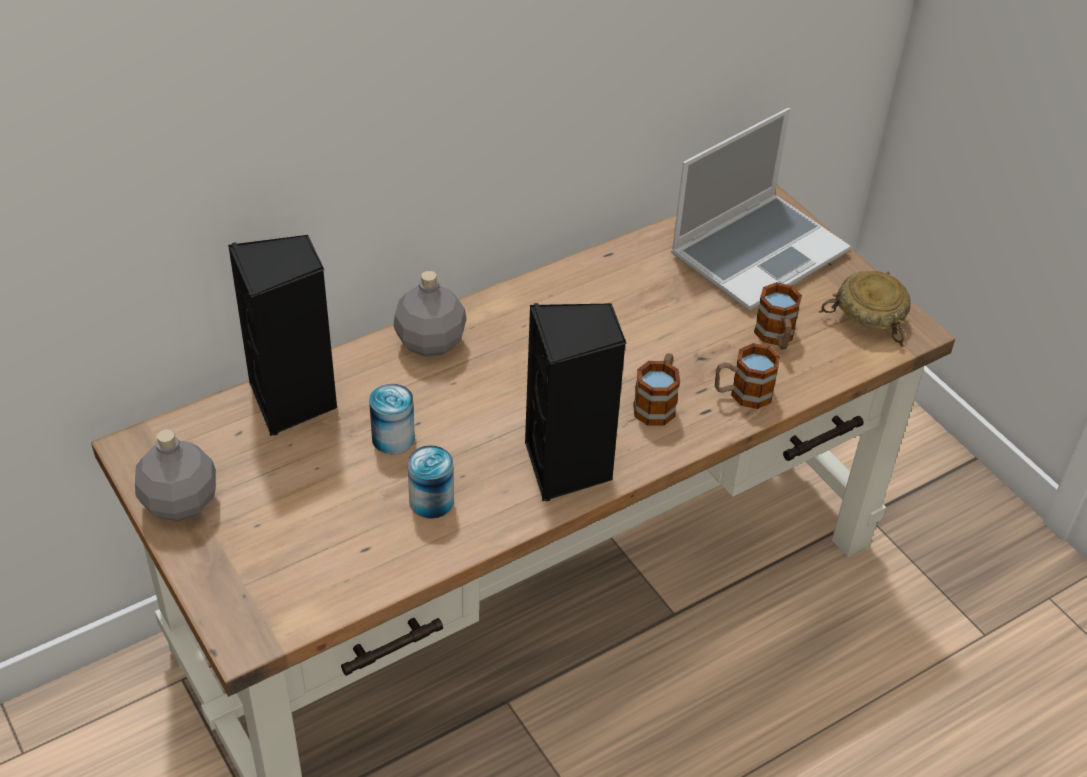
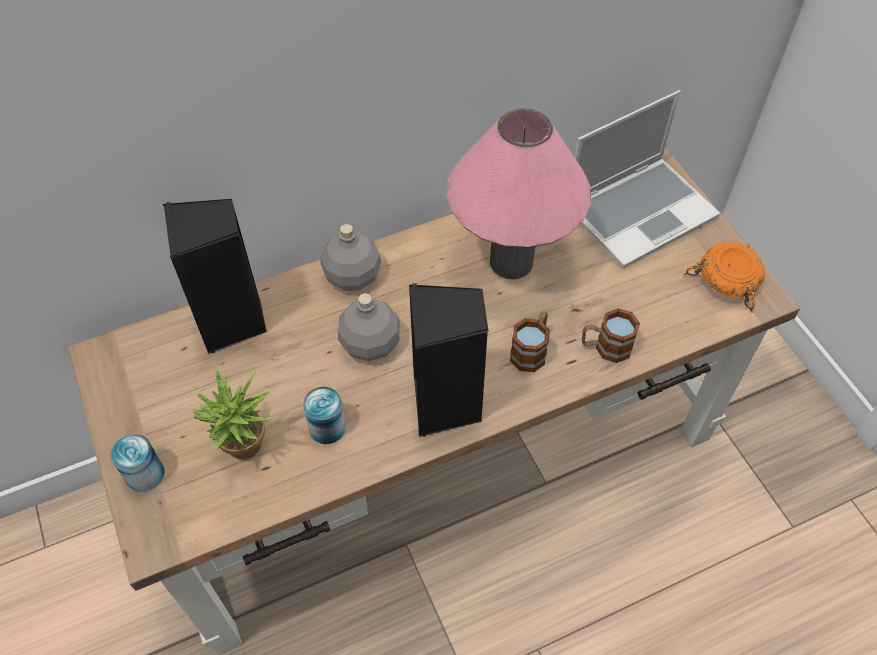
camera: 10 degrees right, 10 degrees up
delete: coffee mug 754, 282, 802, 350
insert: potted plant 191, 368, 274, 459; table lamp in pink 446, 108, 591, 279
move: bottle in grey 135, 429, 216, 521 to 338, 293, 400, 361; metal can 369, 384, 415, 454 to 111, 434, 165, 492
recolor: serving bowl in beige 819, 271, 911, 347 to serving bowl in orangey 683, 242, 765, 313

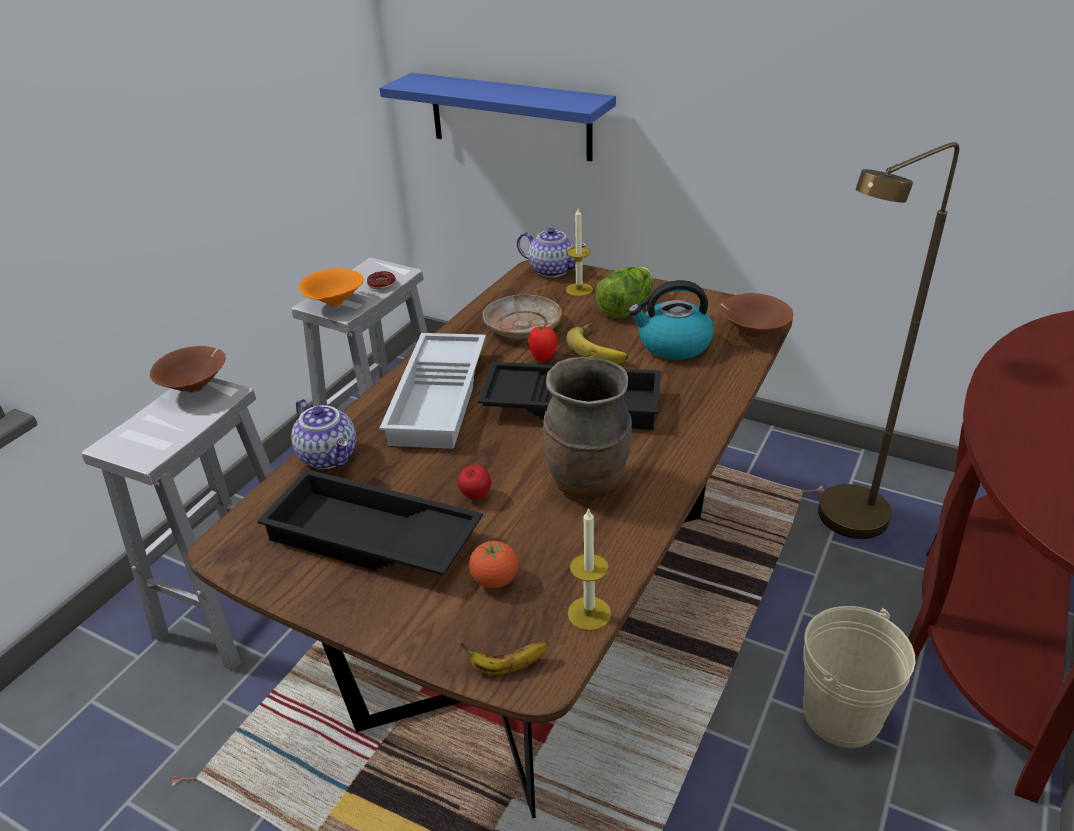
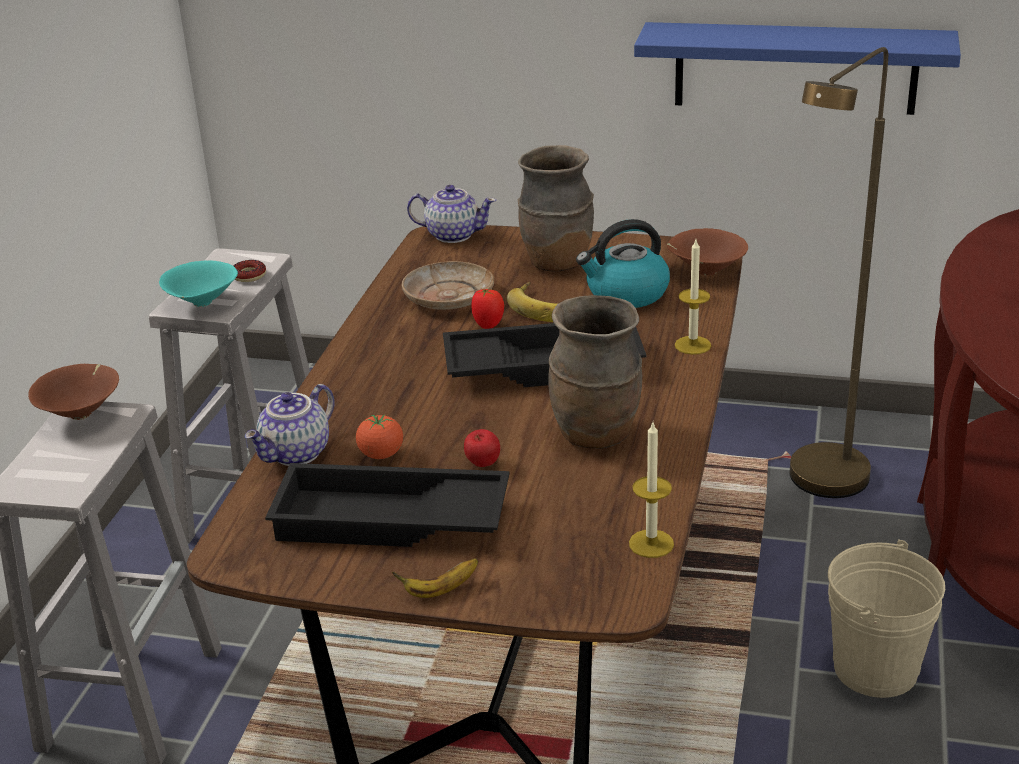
camera: 15 degrees left, 5 degrees down
delete: carrying tray in white 380, 333, 486, 449
move: shelf in bluish 379, 73, 616, 161 to 634, 22, 961, 115; banana 460, 641, 549, 675 to 392, 558, 478, 598; whole tomato 469, 540, 518, 588 to 356, 415, 403, 459; wax light 566, 208, 593, 297 to 675, 240, 711, 355
replace: lettuce 595, 267, 653, 319 to decorative vase in brown-coloured 518, 145, 594, 271
recolor: serving bowl in orangey 299, 268, 363, 307 to serving bowl in turquoise-coloured 159, 260, 238, 307
rotate: tea pot 291, 399, 356, 469 = 245, 384, 335, 466 90 degrees clockwise

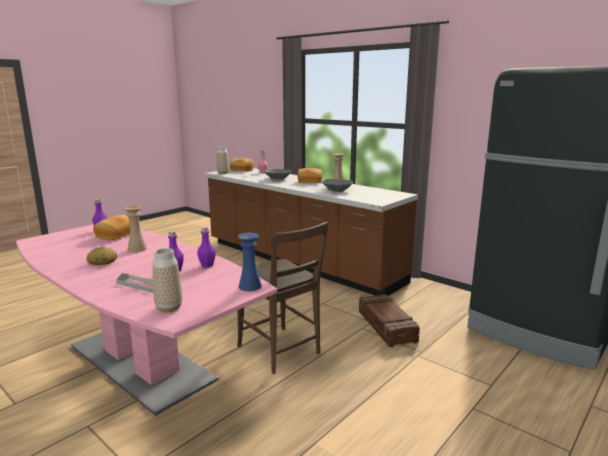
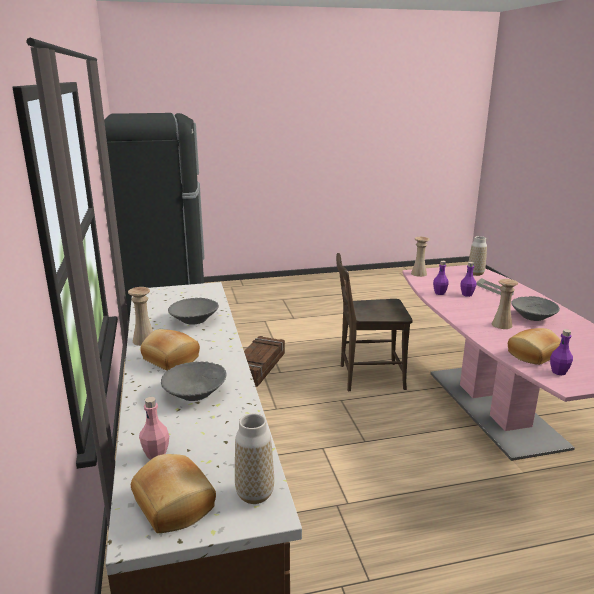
camera: 145 degrees left, 5 degrees up
replace: bread 87, 247, 117, 265 to serving bowl in grey 511, 296, 560, 321
recolor: decorative vase in bluish 237, 233, 261, 291 to decorative vase in beige 411, 237, 429, 277
rotate: chair in brown-coloured 237, 222, 328, 374 = 336, 253, 413, 391 90 degrees counterclockwise

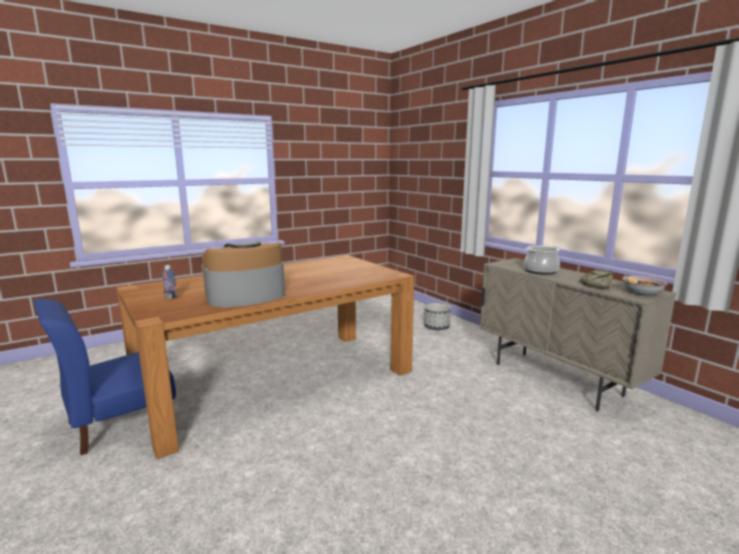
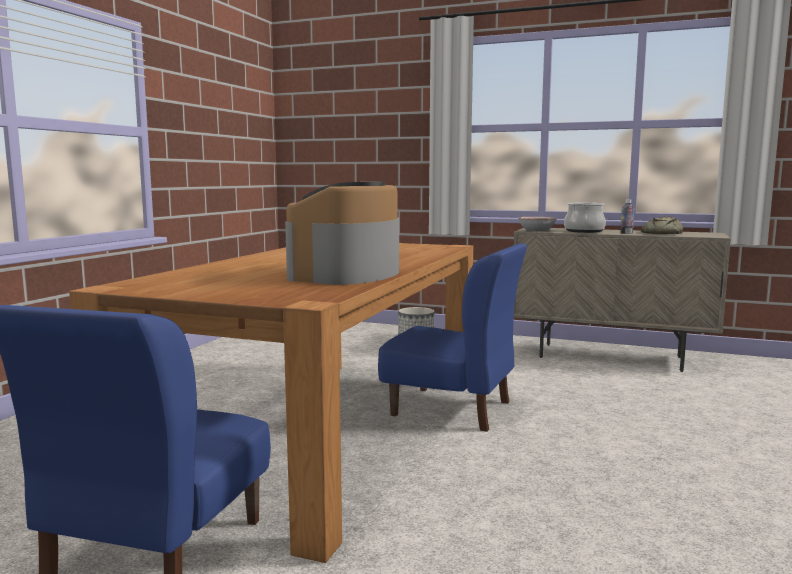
camera: 35 degrees left, 5 degrees down
insert: chair in bluish 378, 244, 527, 432
move: bottle 162, 265, 177, 299 to 620, 199, 634, 234; serving bowl 622, 276, 668, 296 to 518, 217, 557, 231

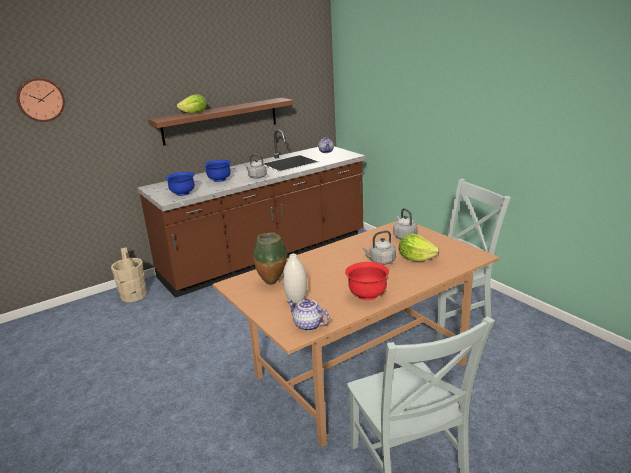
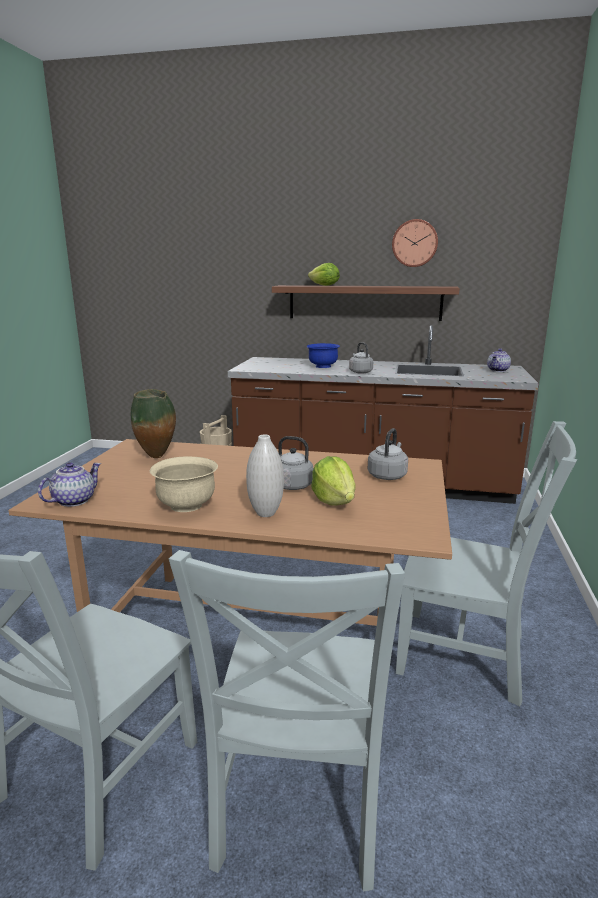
camera: 45 degrees right, 5 degrees down
delete: serving bowl in bluish 165, 172, 195, 196
insert: chair in grey 169, 550, 405, 892
move: hanging clock 17, 78, 65, 122 to 392, 219, 438, 267; decorative vase in white 283, 254, 307, 305 to 246, 434, 284, 517
recolor: serving bowl in red-coloured 345, 262, 389, 301 to serving bowl in beige 150, 456, 218, 512
rotate: tea pot 287, 299, 330, 331 = 38, 462, 101, 507 45 degrees clockwise

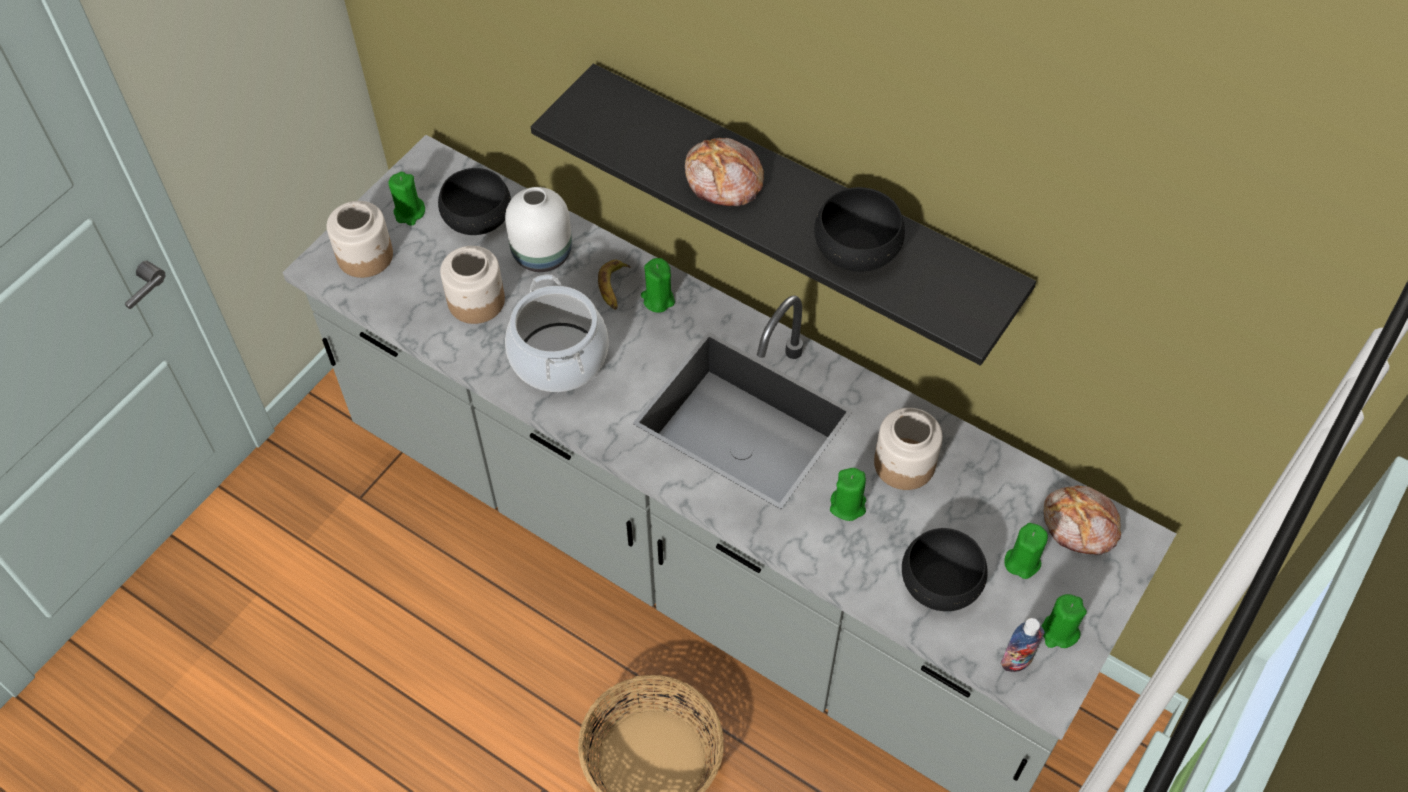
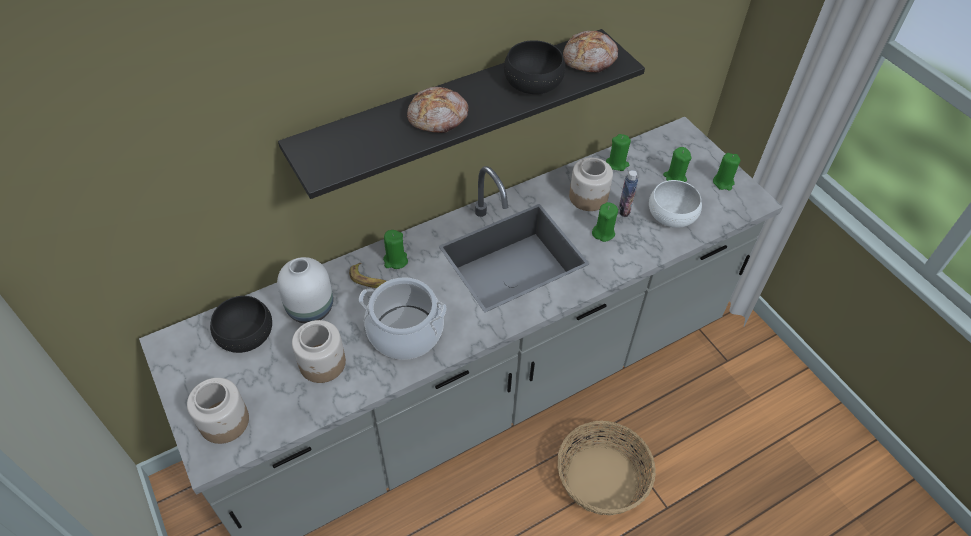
camera: 65 degrees left, 5 degrees down
move: wax light in greenish 388, 172, 425, 226 to 606, 134, 631, 171; bottle 1001, 618, 1045, 672 to 618, 170, 638, 217; bread 1044, 485, 1121, 555 to 563, 31, 618, 73
recolor: serving bowl in blackish 902, 528, 988, 611 to serving bowl in white 649, 180, 702, 228

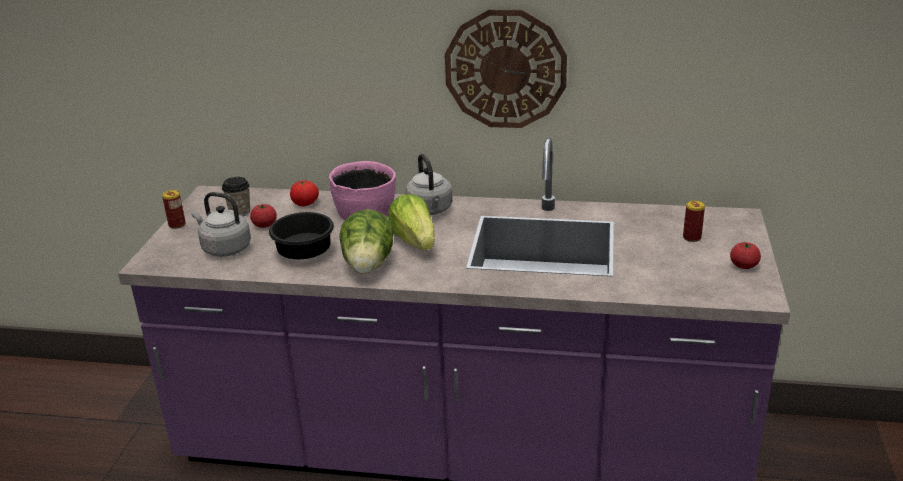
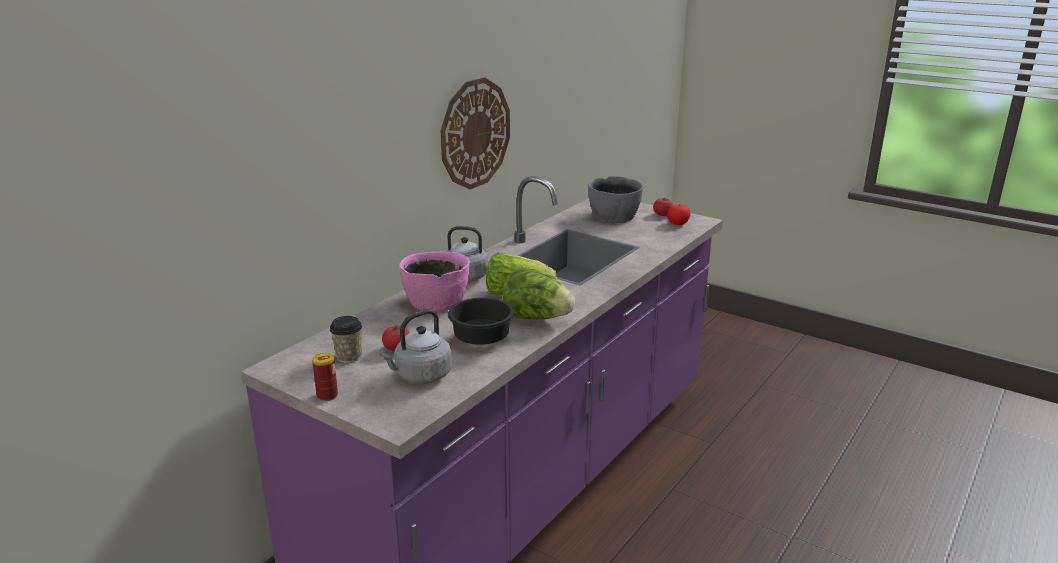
camera: 65 degrees left, 5 degrees down
move: whole tomato 290, 180, 319, 206 to 667, 204, 691, 225
replace: metal can 683, 201, 705, 242 to serving bowl in grey 588, 176, 643, 223

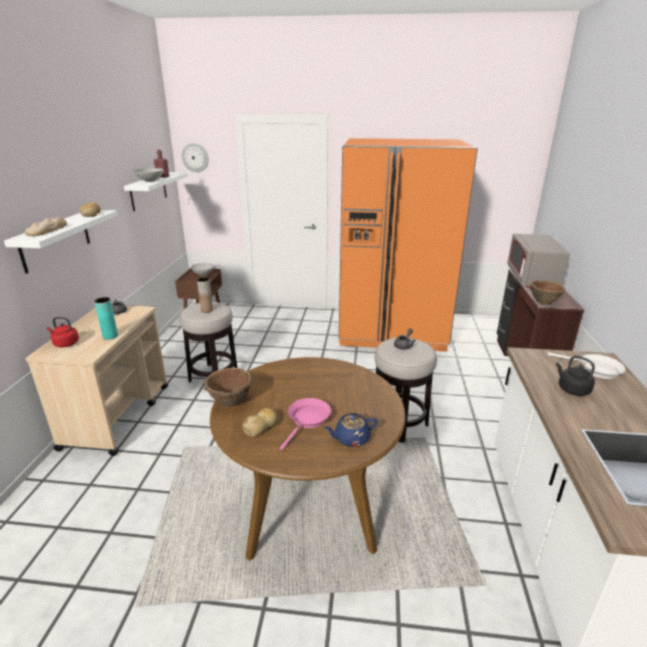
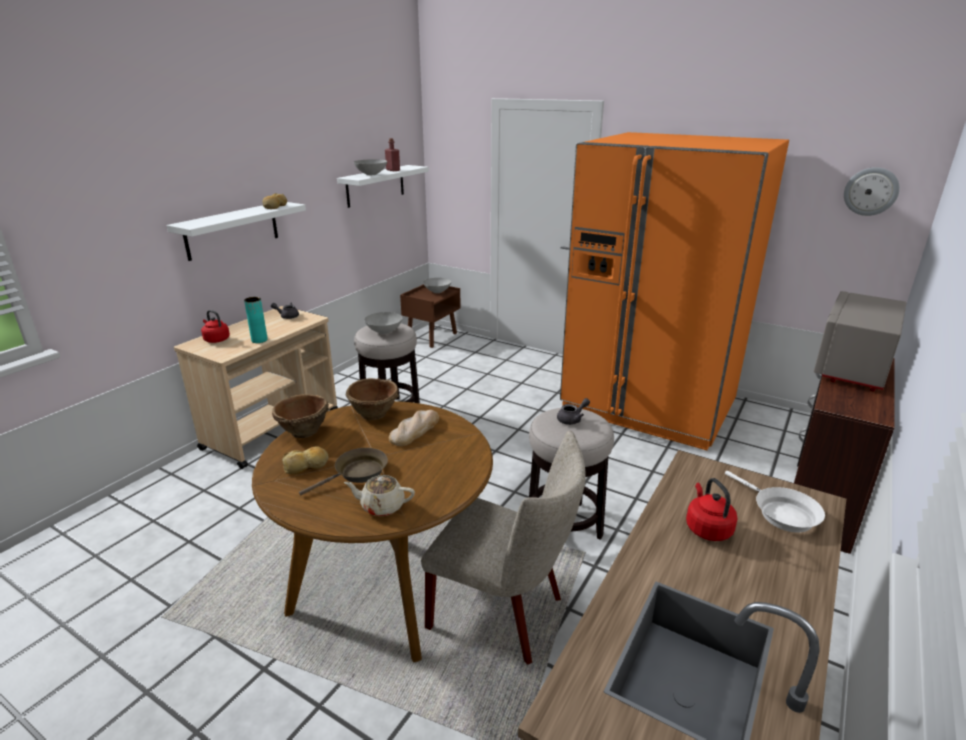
camera: 25 degrees right, 0 degrees up
insert: chair in beige 421, 430, 586, 665
move: bread 25, 217, 67, 236 to 389, 410, 439, 446; hanging clock 182, 143, 209, 172 to 844, 167, 900, 216; serving bowl in brown-coloured 530, 280, 566, 305 to 346, 378, 399, 420
replace: decorative vase in brown-coloured 197, 277, 213, 313 to serving bowl in grey 364, 312, 403, 334
recolor: pan in pink 280, 398, 331, 450 to pan in brown-coloured 299, 448, 388, 496; tea pot in bluish 324, 413, 378, 447 to tea pot in beige 344, 475, 415, 516; kettle in blackish 556, 356, 595, 396 to kettle in red-coloured 686, 478, 738, 541

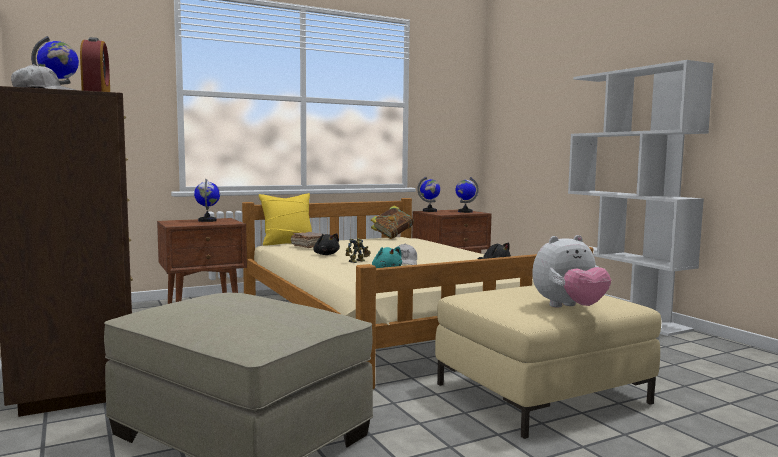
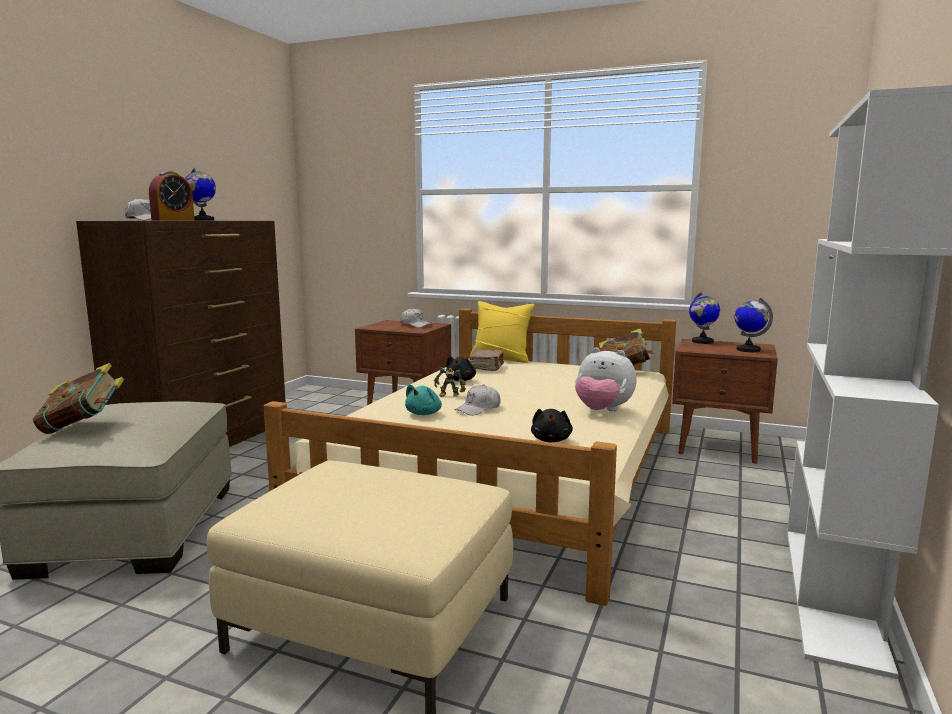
camera: 50 degrees right, 5 degrees up
insert: bound book 33, 363, 124, 434
move: soft toy 532, 235, 611, 307 to 575, 348, 637, 411
replace: world globe 194, 179, 220, 222 to peaked cap in white 400, 308, 432, 328

